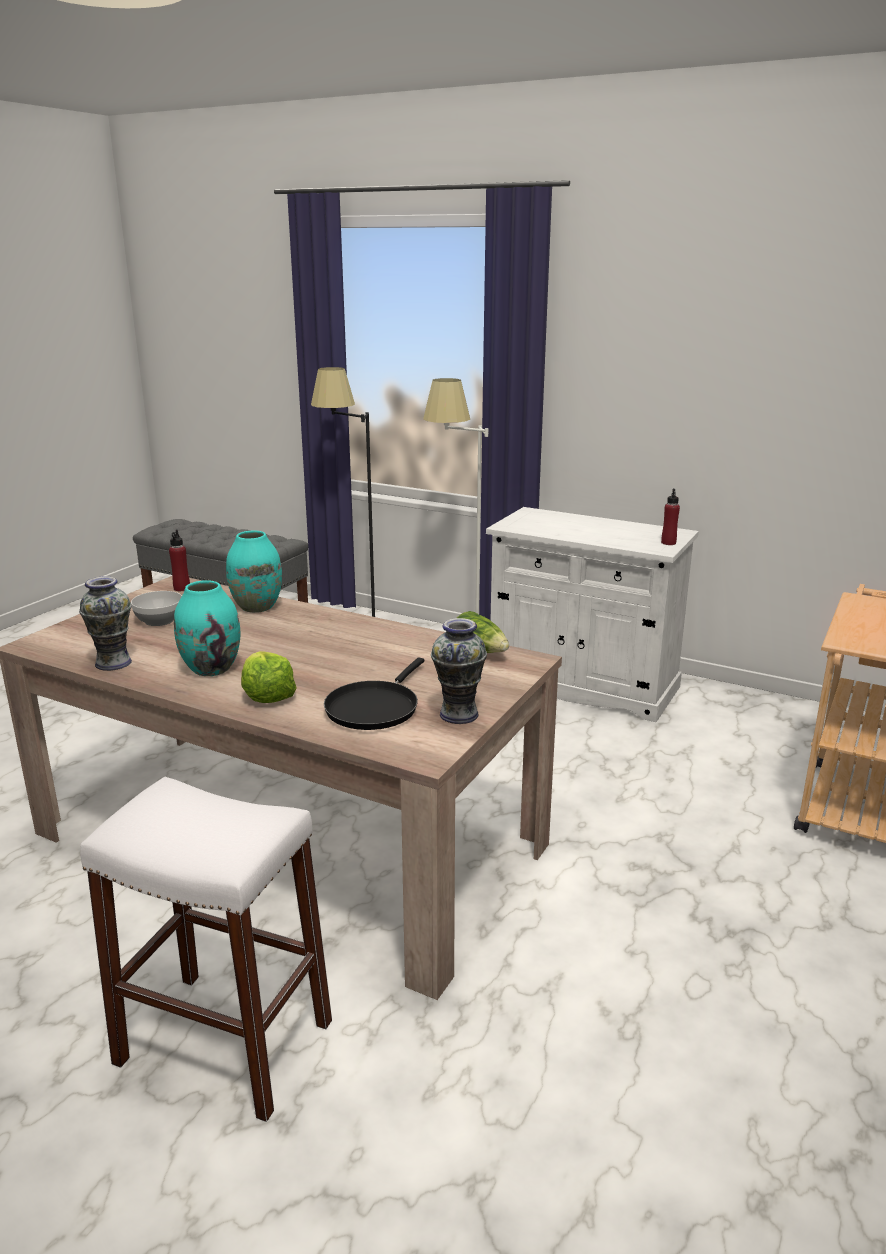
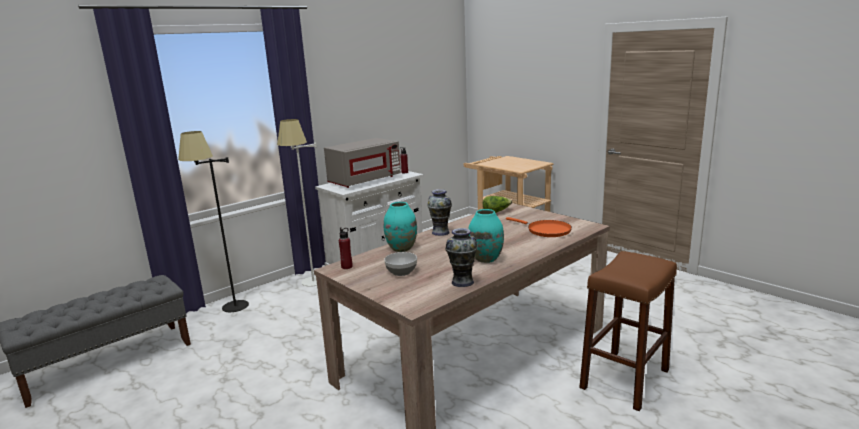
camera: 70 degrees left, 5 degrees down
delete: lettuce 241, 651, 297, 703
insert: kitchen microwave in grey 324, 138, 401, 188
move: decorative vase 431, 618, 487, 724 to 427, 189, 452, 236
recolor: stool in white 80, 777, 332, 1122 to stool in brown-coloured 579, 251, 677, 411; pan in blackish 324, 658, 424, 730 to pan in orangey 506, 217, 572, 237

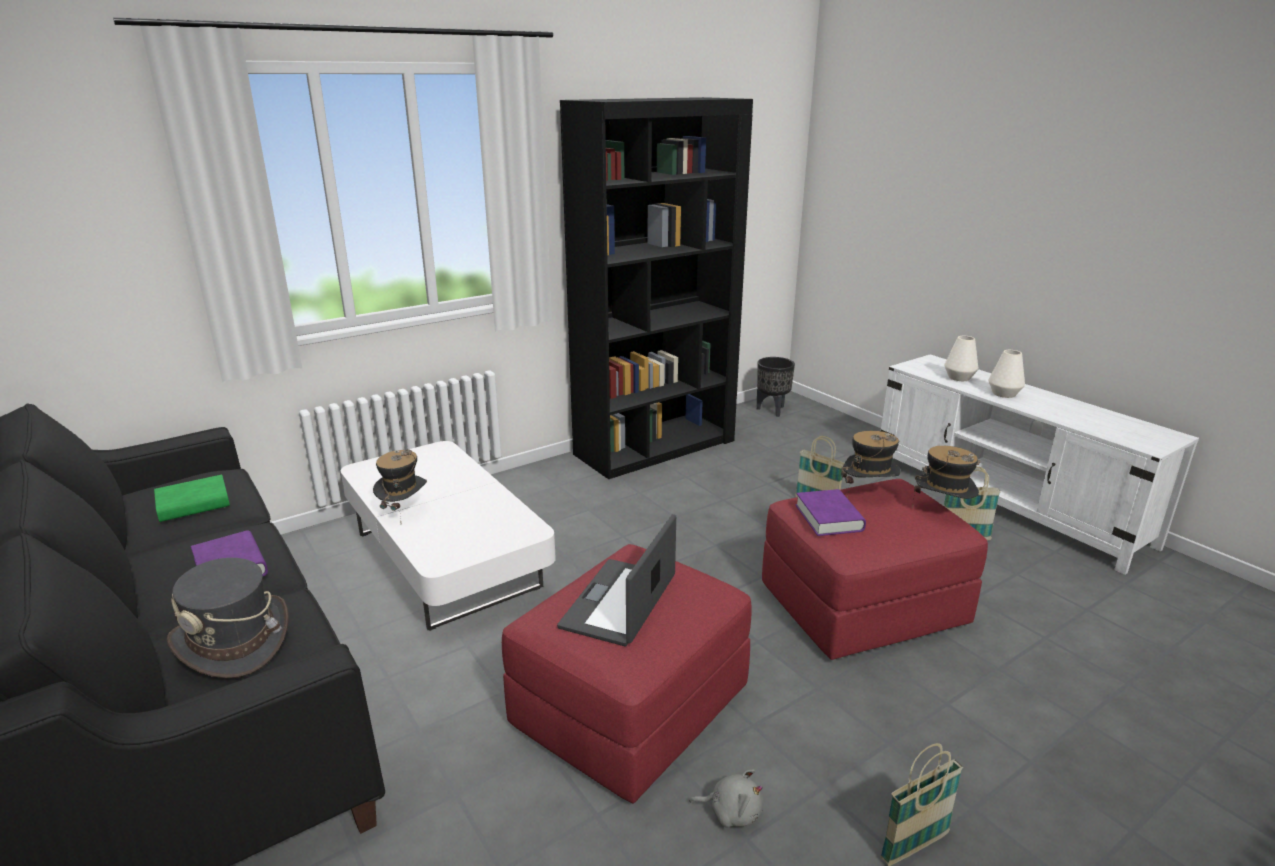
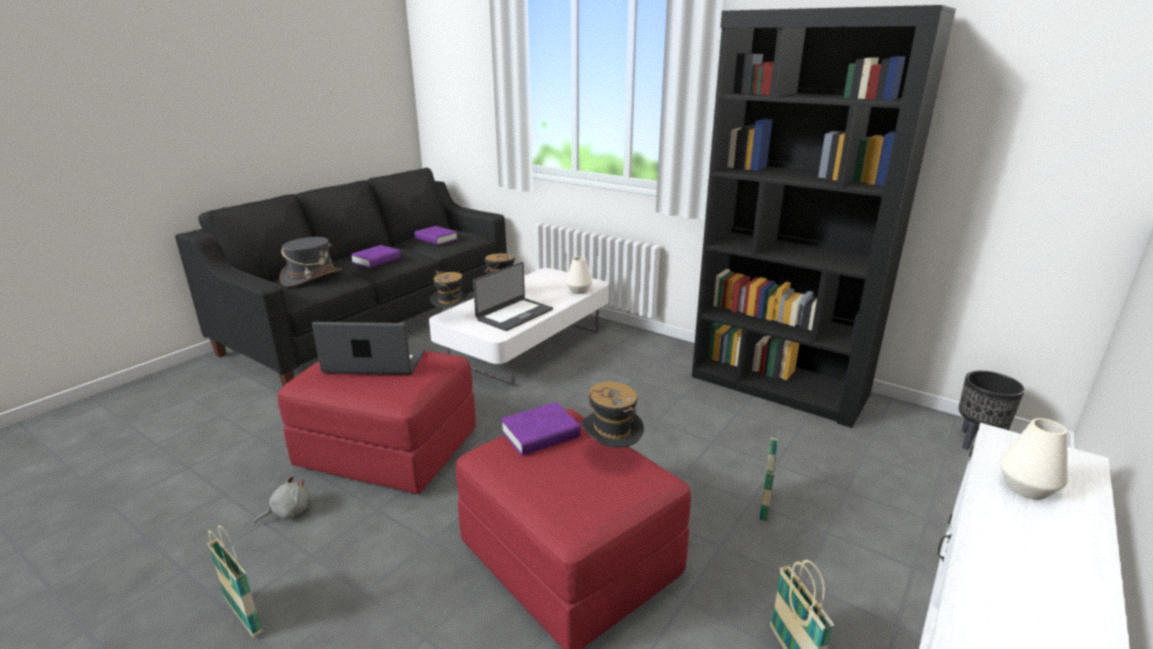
camera: 70 degrees right, 0 degrees up
insert: notebook computer 473, 262, 553, 331
move: wearable hat 912, 446, 981, 509 to 430, 271, 469, 309; decorative vase in white 989, 350, 1025, 398 to 566, 257, 592, 294
recolor: bound book in greenish 154, 475, 230, 522 to bound book in purple 414, 226, 458, 245
rotate: soft toy in grey 689, 769, 764, 828 = 254, 475, 310, 523 120 degrees counterclockwise

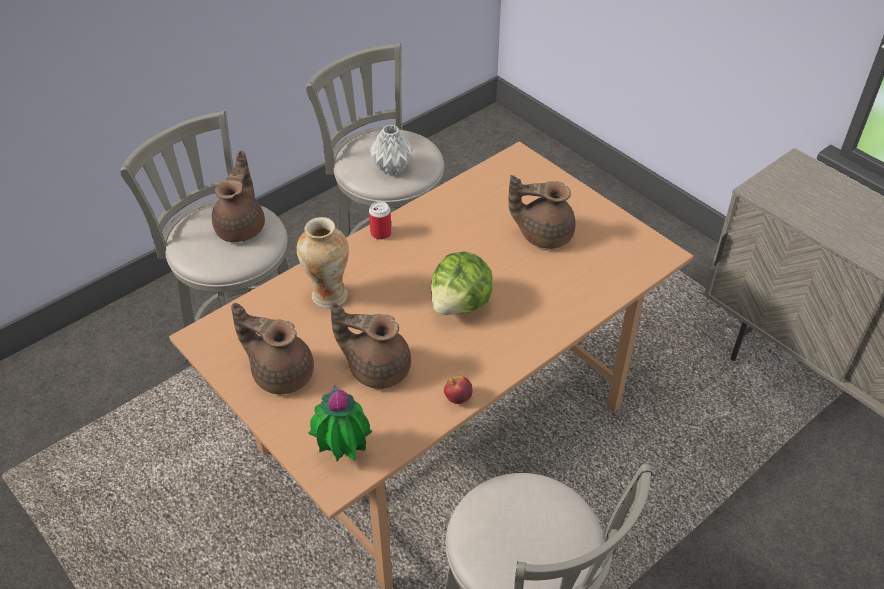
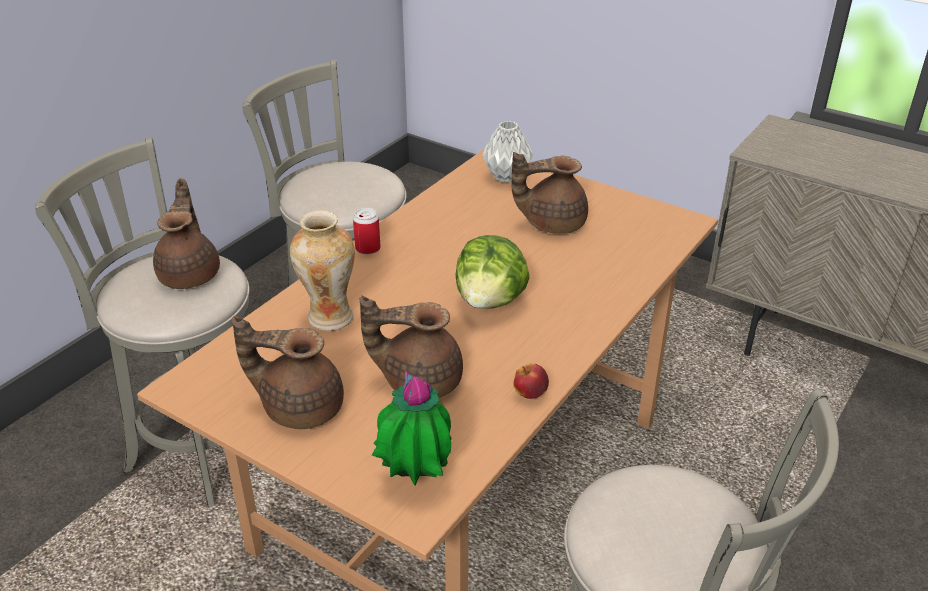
camera: 15 degrees left, 10 degrees down
move: decorative vase in grey 370, 125, 413, 175 to 482, 121, 533, 183

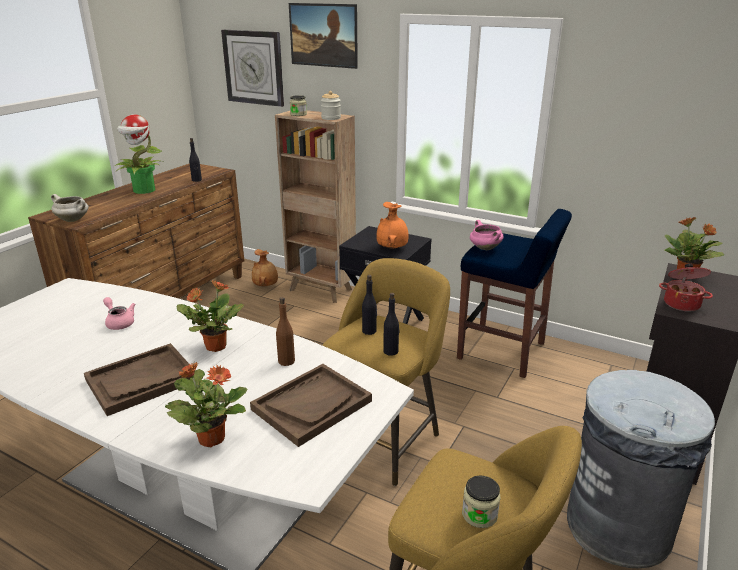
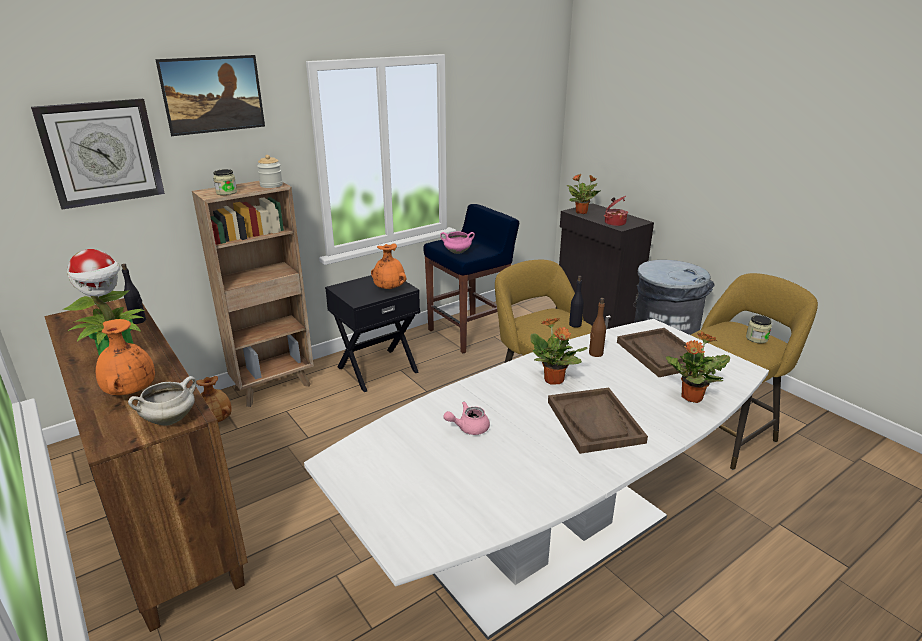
camera: 65 degrees left, 0 degrees up
delete: bottle in blackish 362, 275, 377, 335
insert: decorative vase in orangey 96, 319, 155, 395

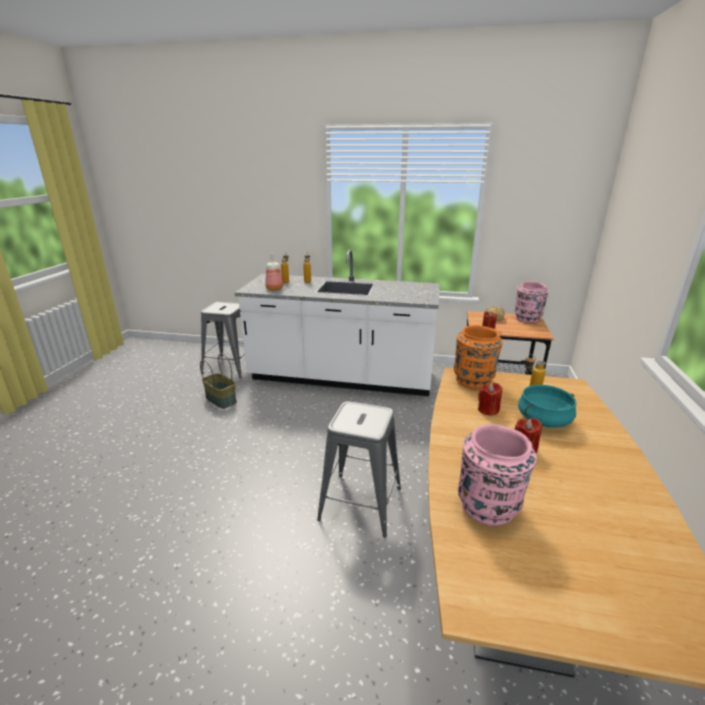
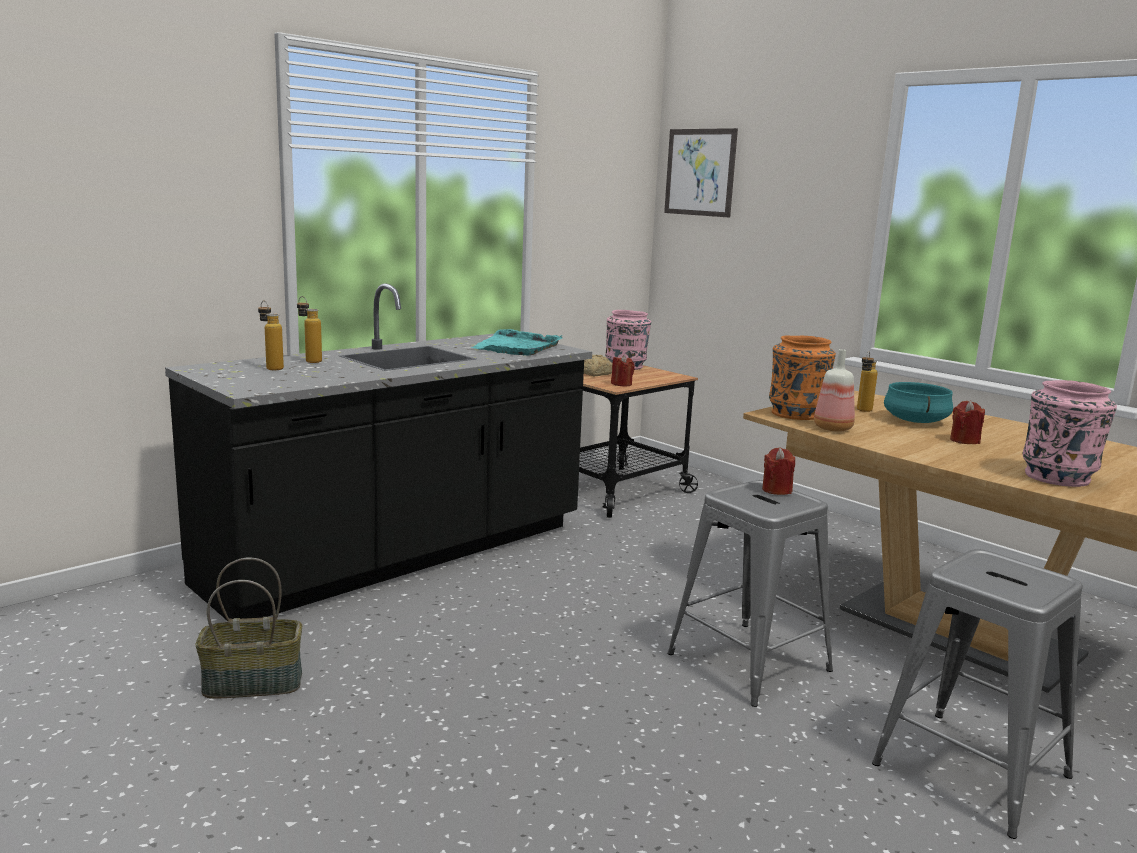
camera: 55 degrees left, 10 degrees down
insert: carrying tray in turquoise-coloured 471, 329, 562, 356; wall art 664, 128, 738, 218
move: stool in grey 201, 302, 245, 378 to 872, 549, 1083, 839; bottle 265, 253, 283, 291 to 814, 349, 855, 432; wax light in red-coloured 478, 383, 502, 416 to 762, 448, 795, 495
recolor: kitchen base unit in white 235, 250, 440, 396 to kitchen base unit in blackish 165, 283, 592, 620

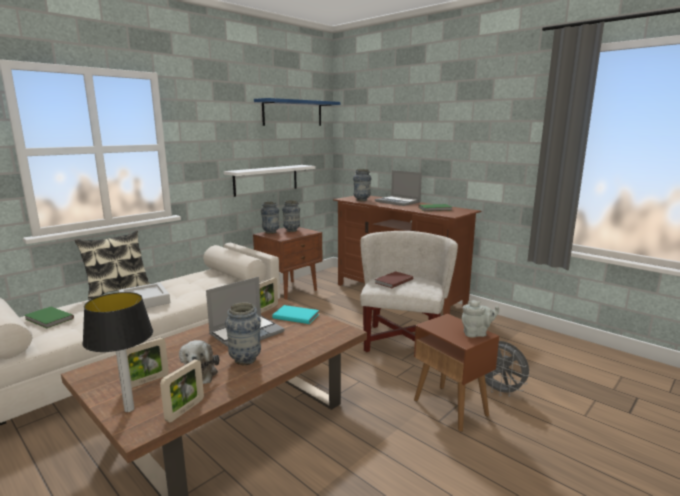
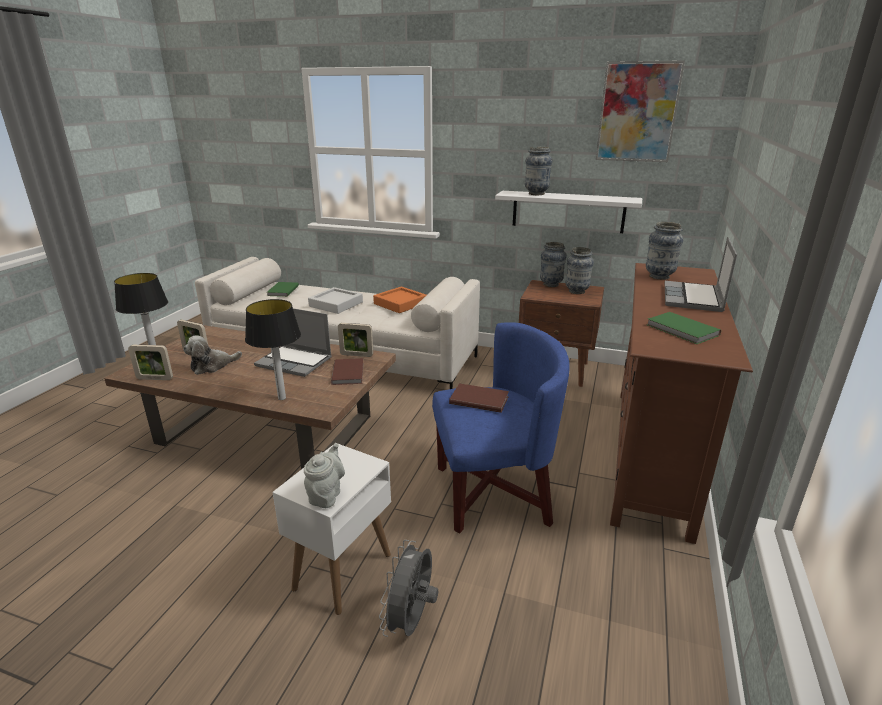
camera: 65 degrees right, 10 degrees up
delete: throw pillow 75, 231, 151, 300
insert: table lamp 245, 299, 301, 400; carrying tray in orangey 373, 286, 426, 313
move: decorative vase 225, 302, 261, 365 to 525, 147, 552, 195
replace: shelf in bluish 254, 98, 340, 126 to wall art 596, 60, 685, 162
recolor: bound book in turquoise-coloured 272, 305, 319, 324 to bound book in brown-coloured 331, 358, 364, 385; armchair in white 360, 231, 458, 352 to armchair in bluish 432, 322, 570, 533; accent table in brown-coloured 414, 314, 499, 432 to accent table in white 272, 444, 391, 615
rotate: tea pot in grey 462, 300, 499, 338 = 304, 443, 345, 508 135 degrees counterclockwise

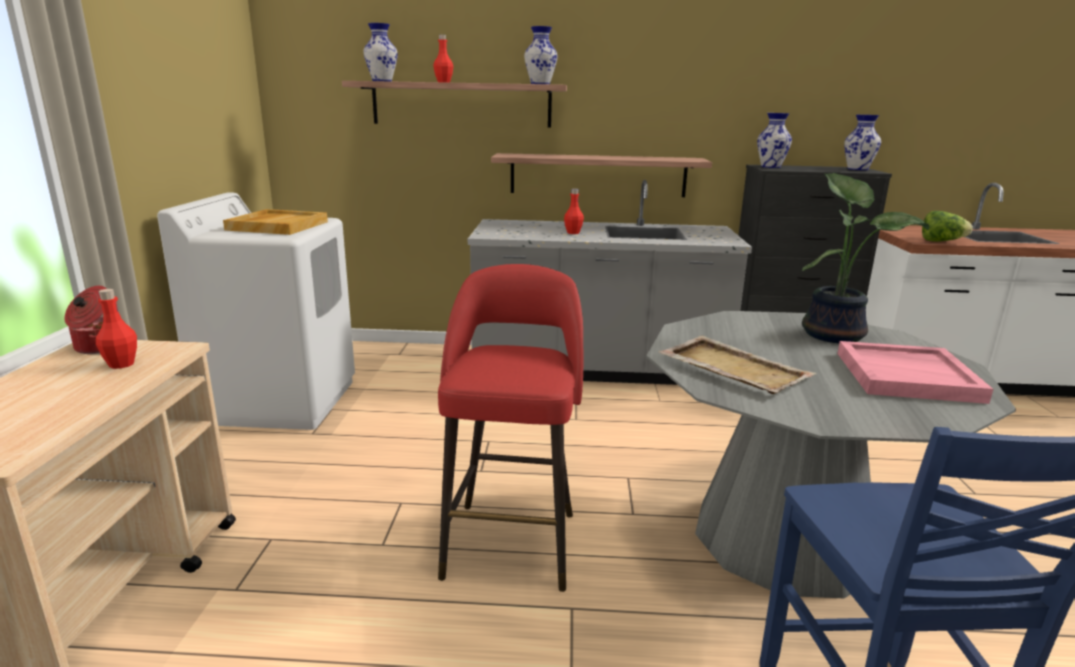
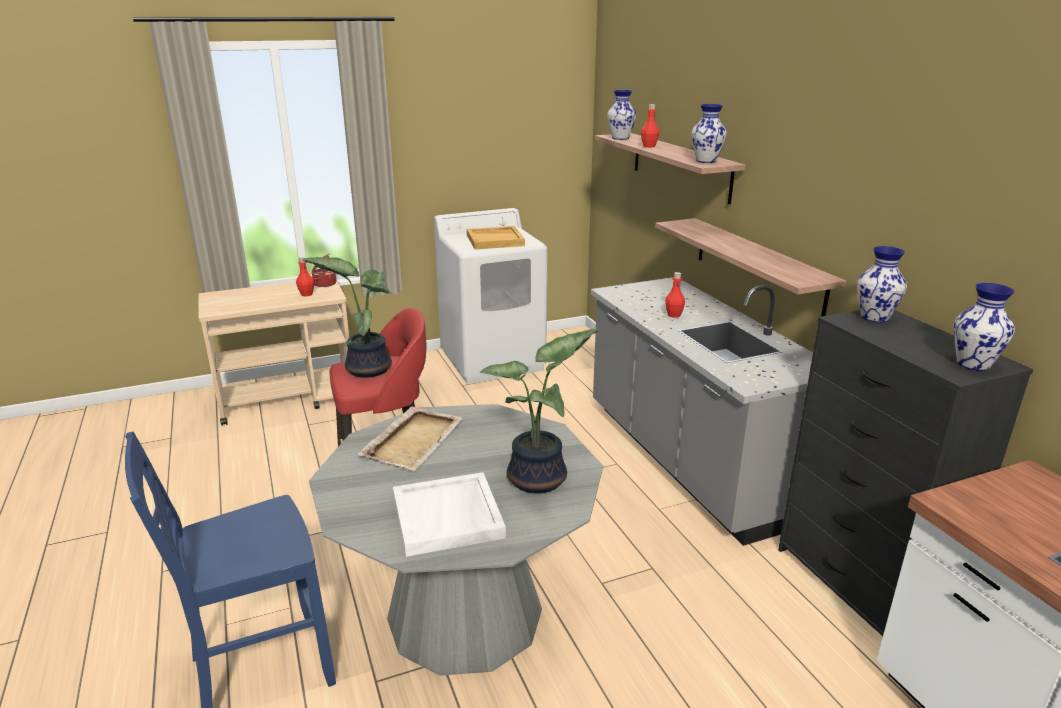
camera: 65 degrees right, 5 degrees up
delete: lettuce 922, 211, 973, 242
insert: potted plant 302, 257, 393, 378
recolor: carrying tray in pink 837, 341, 993, 404 to carrying tray in white 393, 472, 506, 557

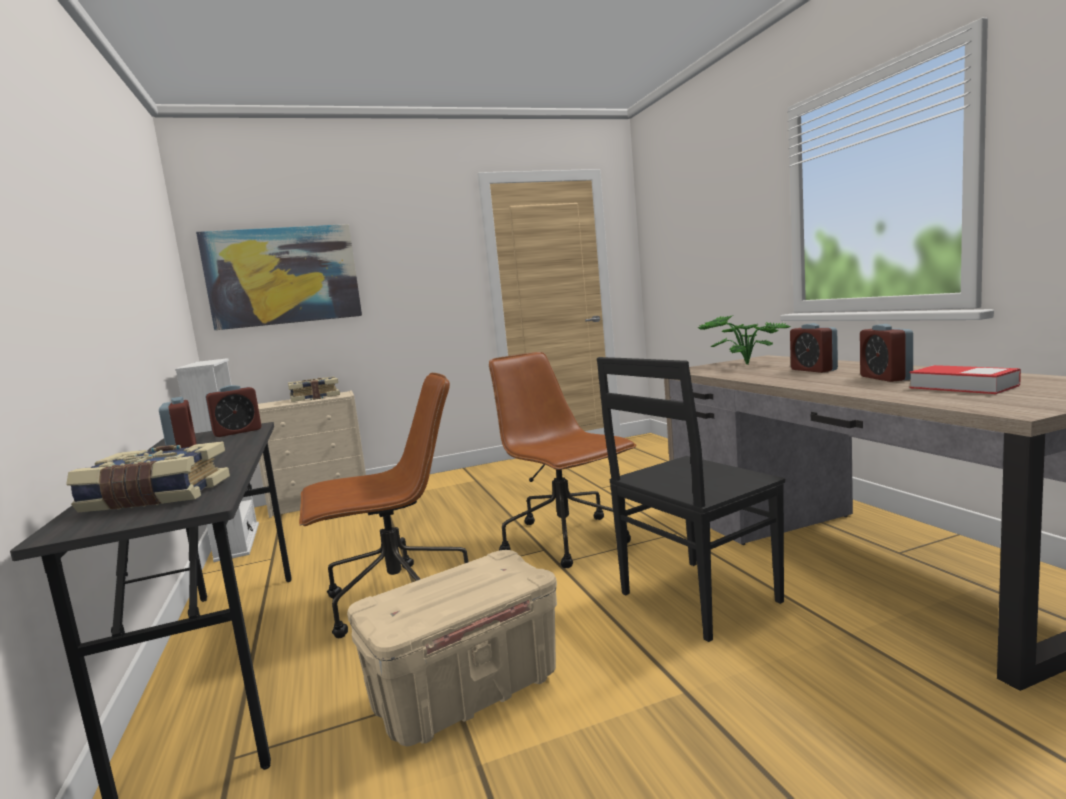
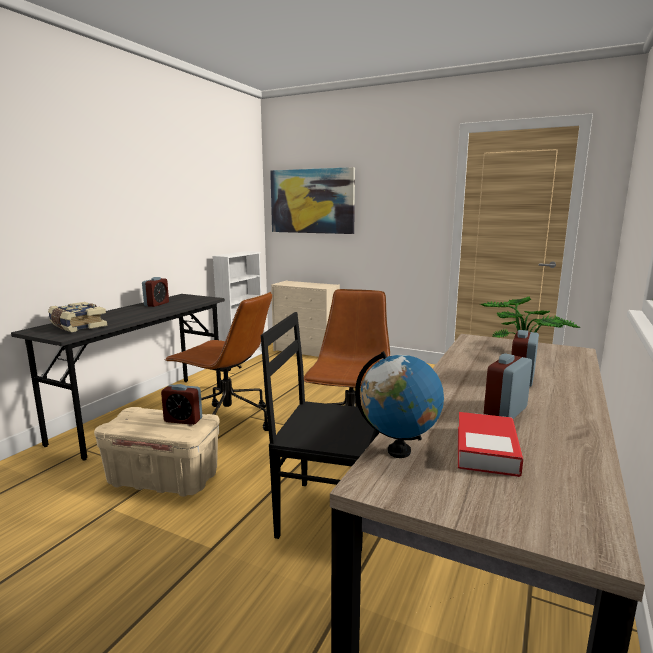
camera: 45 degrees right, 5 degrees up
delete: bound book 288, 376, 340, 402
insert: world globe 355, 351, 444, 458
move: bedside clock 205, 385, 262, 437 to 161, 384, 202, 425

